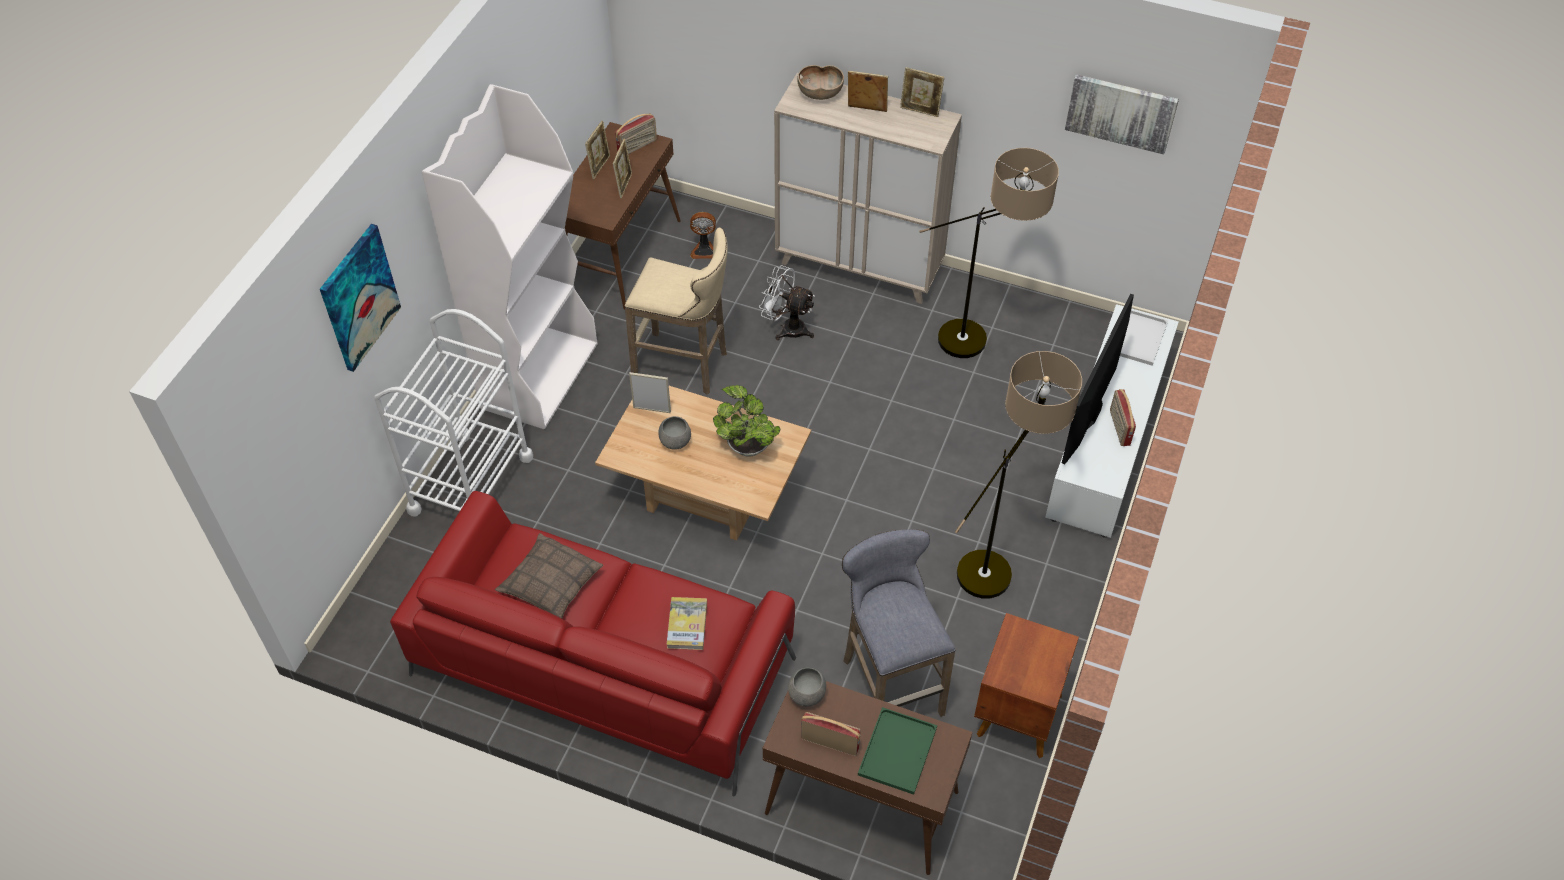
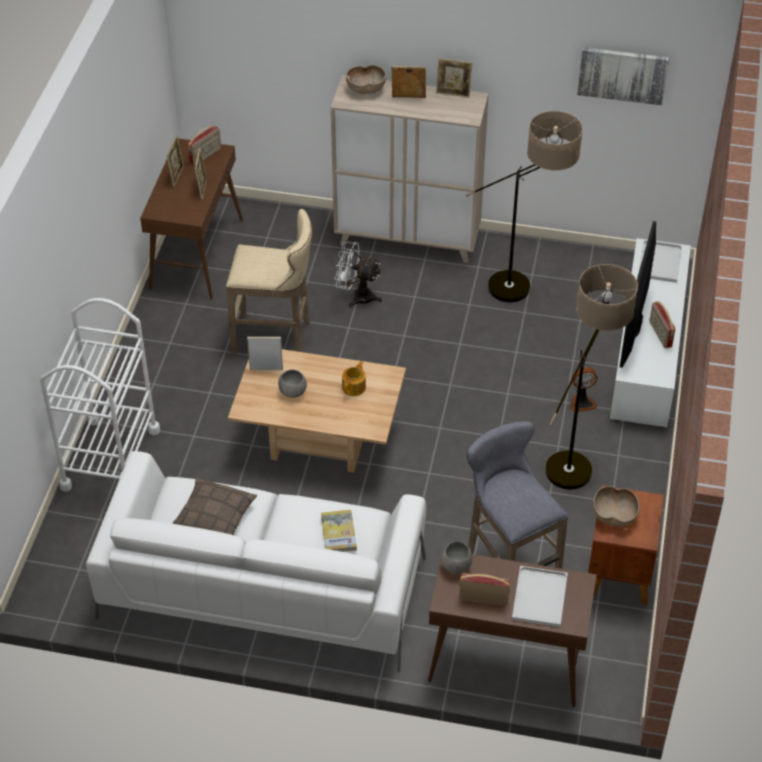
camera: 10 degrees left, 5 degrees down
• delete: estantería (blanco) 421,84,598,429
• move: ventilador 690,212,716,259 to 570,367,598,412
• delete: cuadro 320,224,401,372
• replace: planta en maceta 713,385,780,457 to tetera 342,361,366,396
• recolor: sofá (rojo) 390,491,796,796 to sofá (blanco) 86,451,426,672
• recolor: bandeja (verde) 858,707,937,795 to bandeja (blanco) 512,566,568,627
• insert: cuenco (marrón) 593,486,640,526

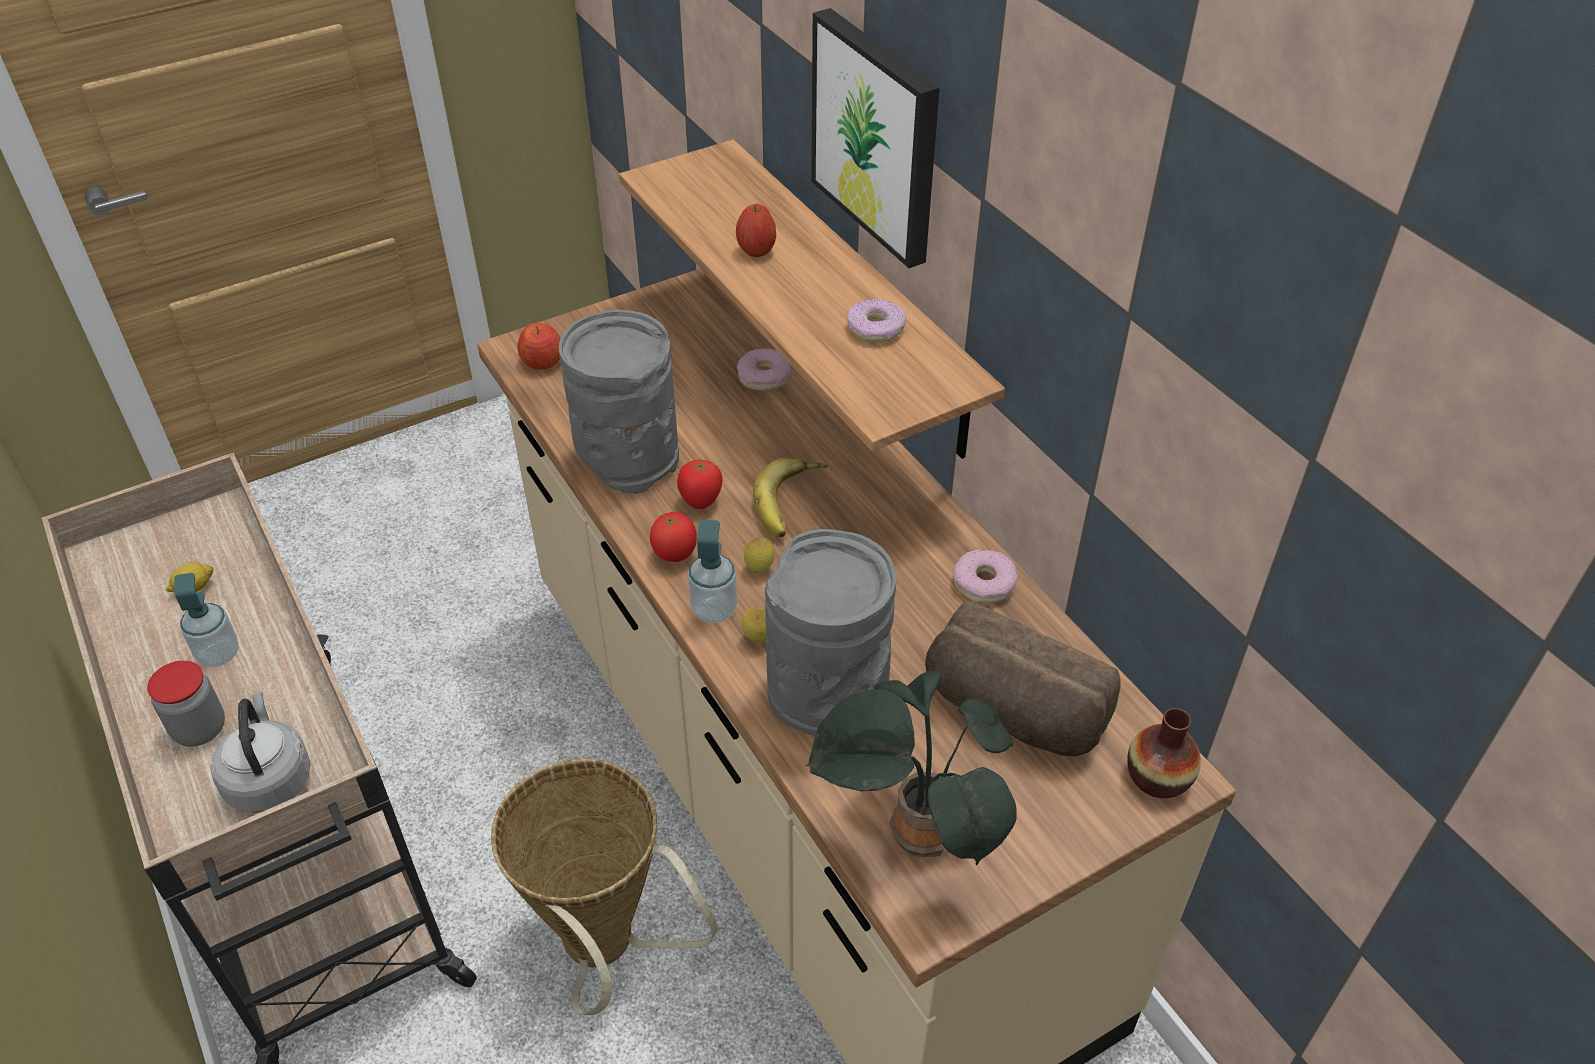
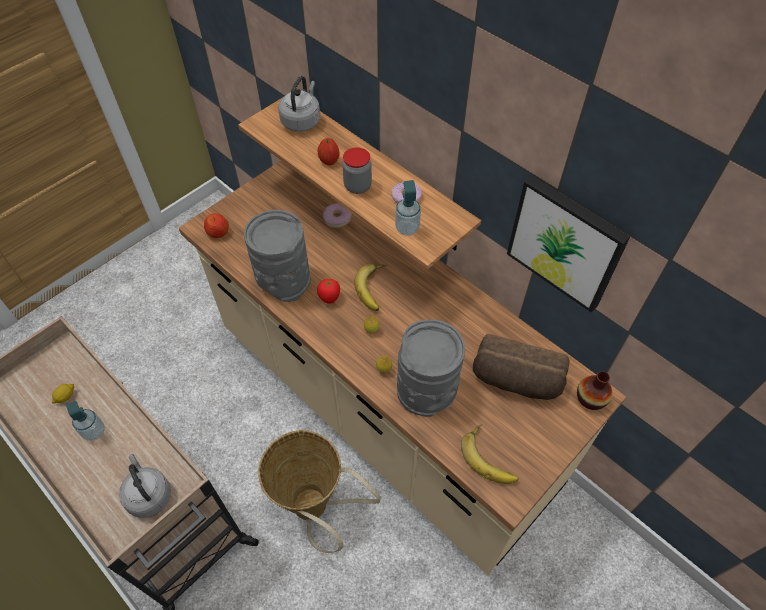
camera: 15 degrees left, 10 degrees up
• move: cuadro 811,8,940,268 to 507,176,630,312
• delete: tomate 650,512,697,562
• move: dispensador de jabón 688,520,738,623 to 395,180,421,235
• delete: rosquilla 954,550,1018,604
• move: tarro 147,661,225,746 to 342,147,372,194
• replace: planta en maceta 805,671,1017,865 to plátano 461,424,519,484
• insert: hervidor (gris) 278,76,320,132

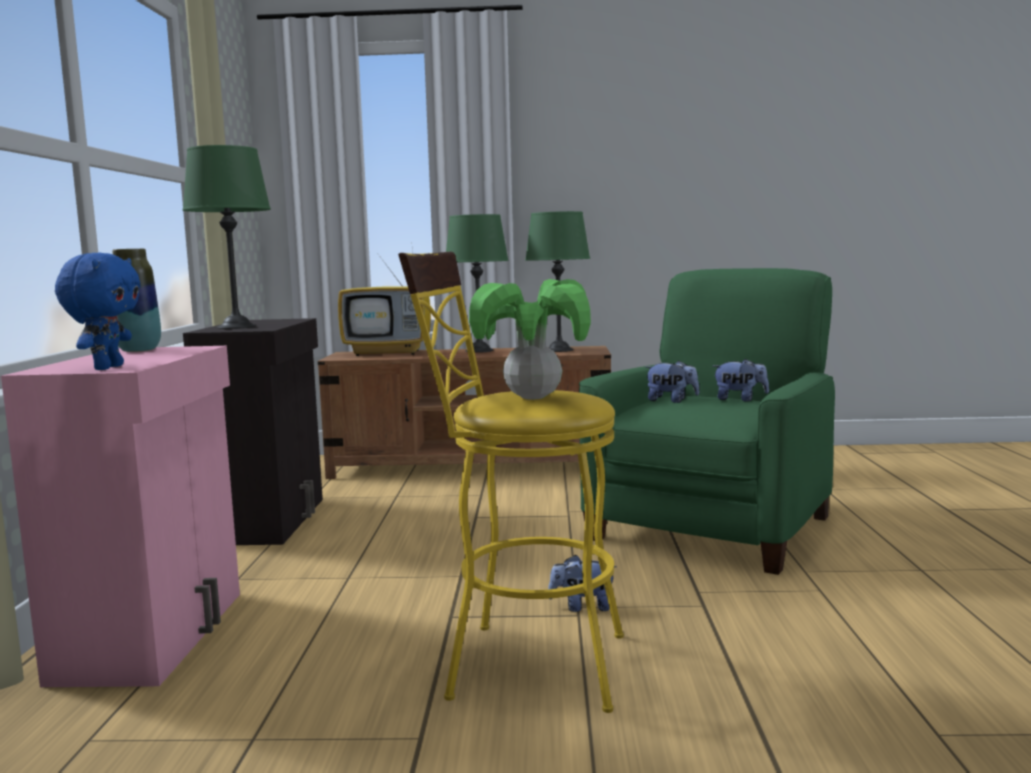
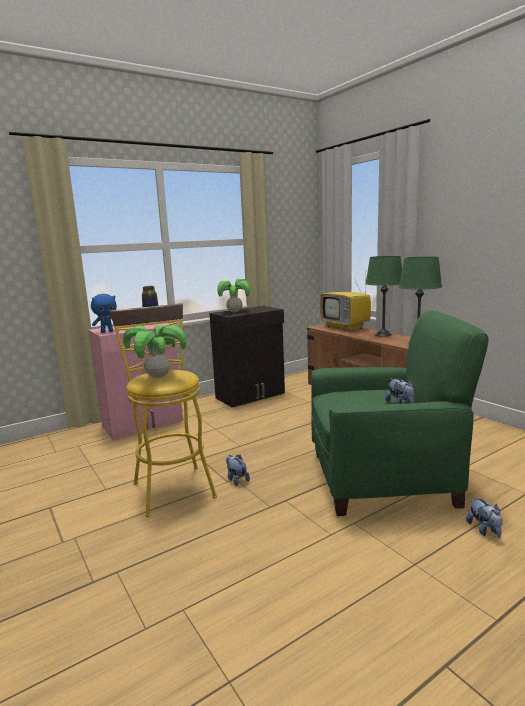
camera: 55 degrees right, 5 degrees up
• replace: lámpara de mesa (verde) 183,145,271,329 to planta en maceta 217,279,250,312
• move: peluche 645,360,700,403 to 466,496,503,538

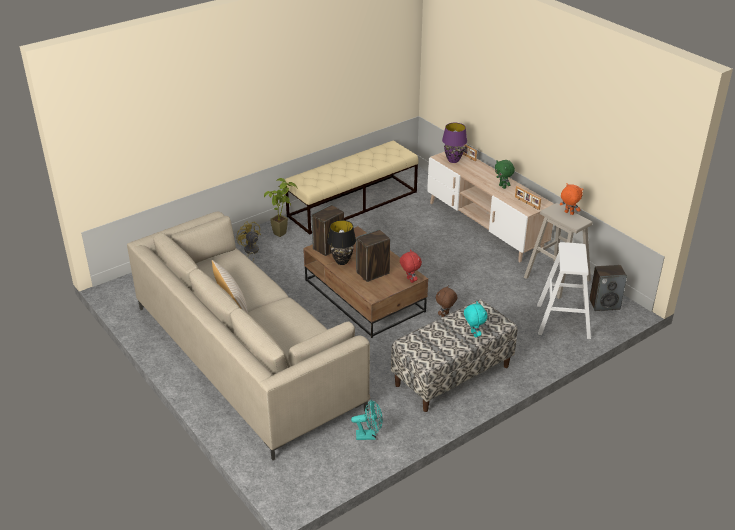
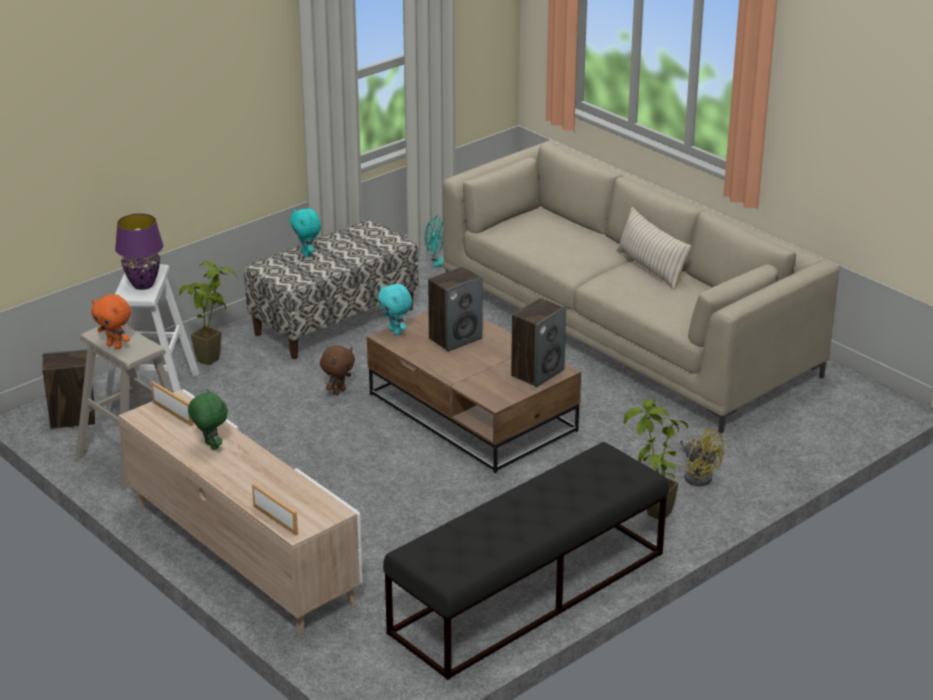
camera: 175 degrees right, 5 degrees down
• move: lámpara de mesa (morado) 442,123,467,163 to 115,213,163,290
• recolor: banco (beis) 285,141,418,235 to banco (negro) 383,442,669,680
• delete: lámpara de mesa (negro) 327,220,356,265
• recolor: peluche (rojo) 400,249,422,283 to peluche (turquesa) 378,284,413,335
• insert: planta en maceta 179,261,238,366

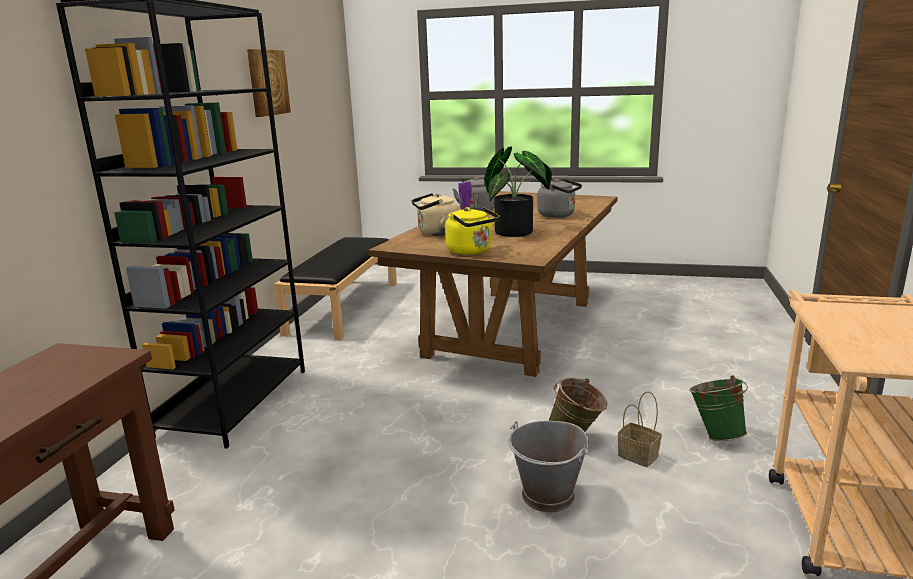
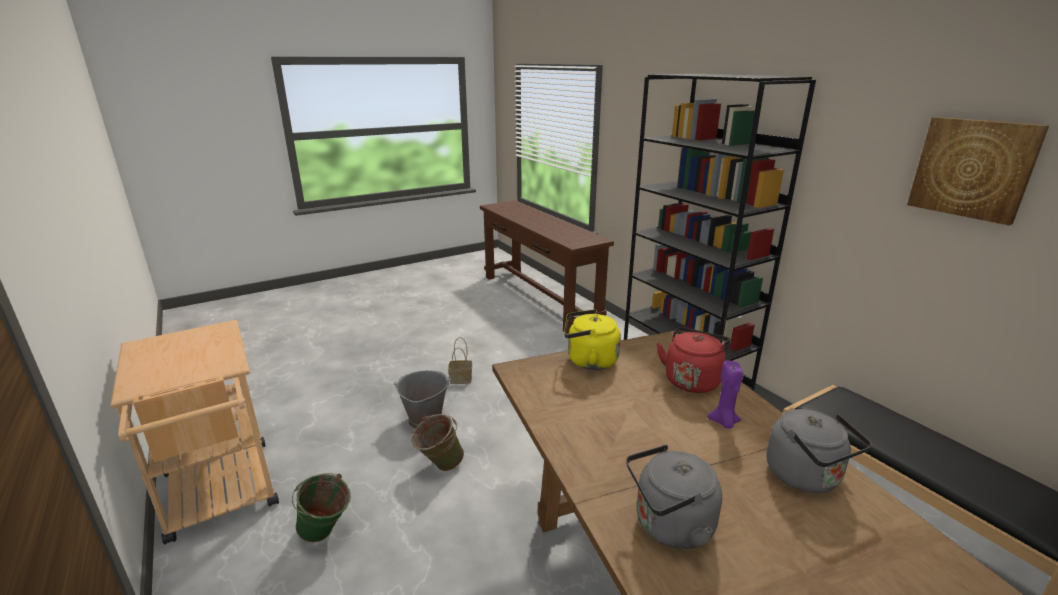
camera: 135 degrees right, 5 degrees up
• delete: planta en maceta 484,146,552,237
• recolor: hervidor (beis) 411,193,458,236 to hervidor (rojo) 657,327,730,393
• move: cesta 618,391,662,467 to 448,337,472,384

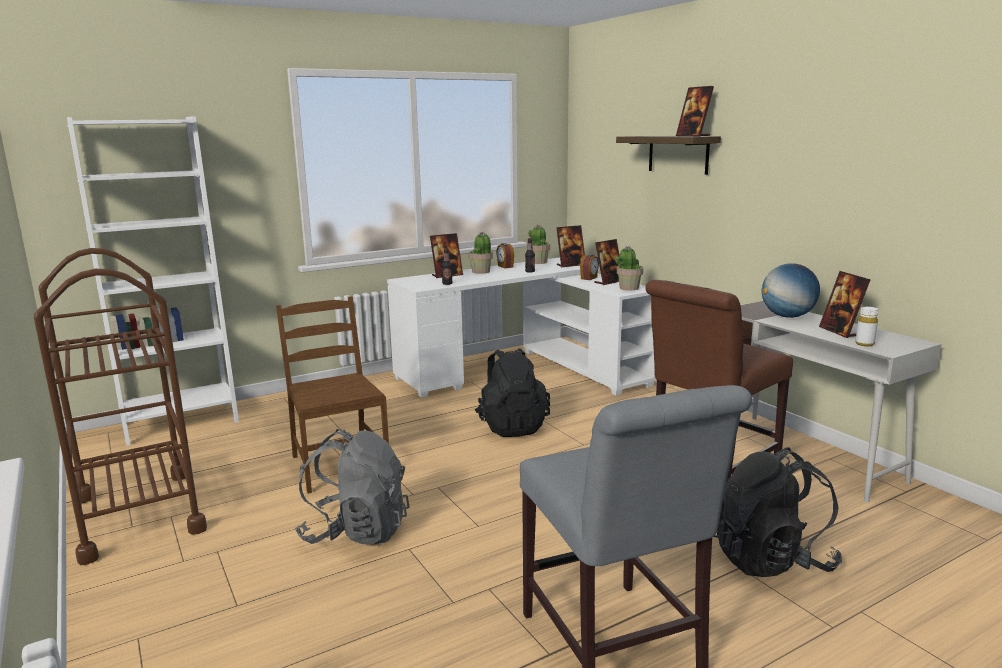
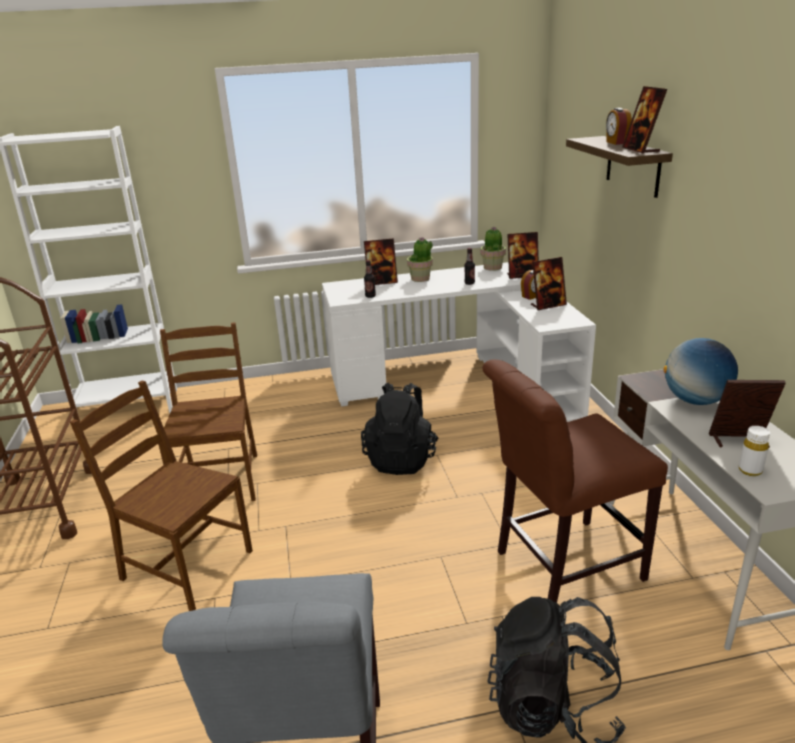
camera: 20 degrees right, 10 degrees up
• move: despertador 496,243,514,268 to 606,108,632,145
• delete: planta en maceta 615,246,643,290
• rotate: portarretratos 819,271,871,338 = 709,380,786,448 90 degrees clockwise
• replace: mochila (gris) 295,429,409,545 to silla (marrón) 70,380,253,611

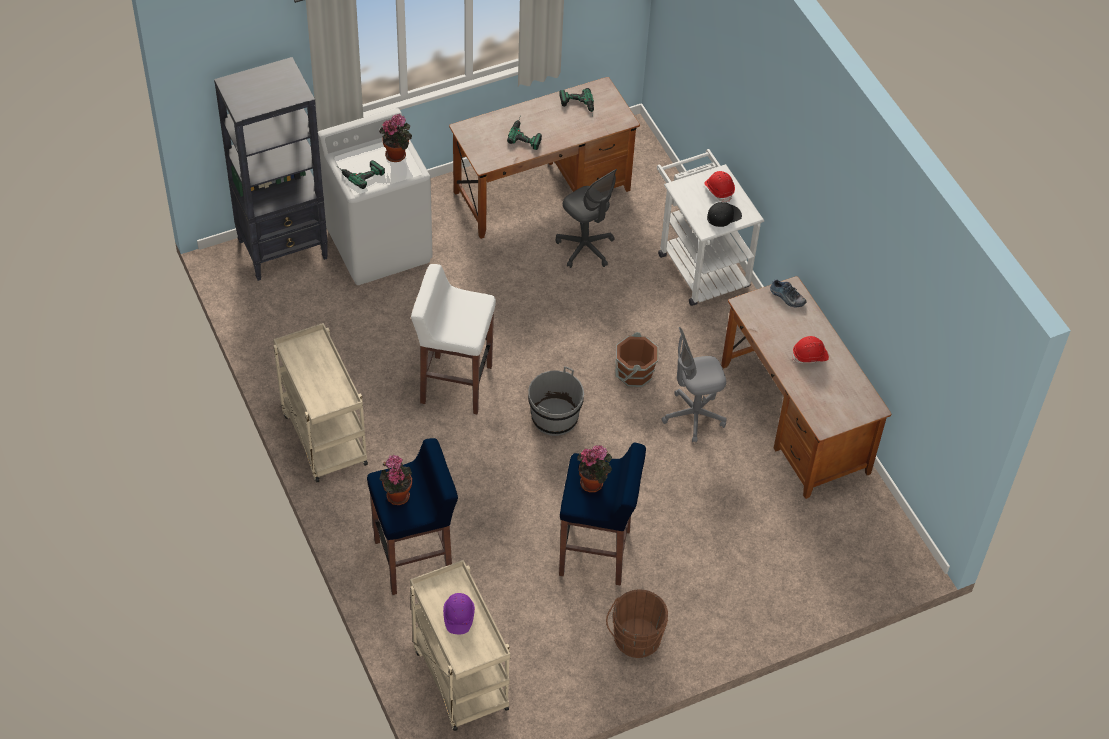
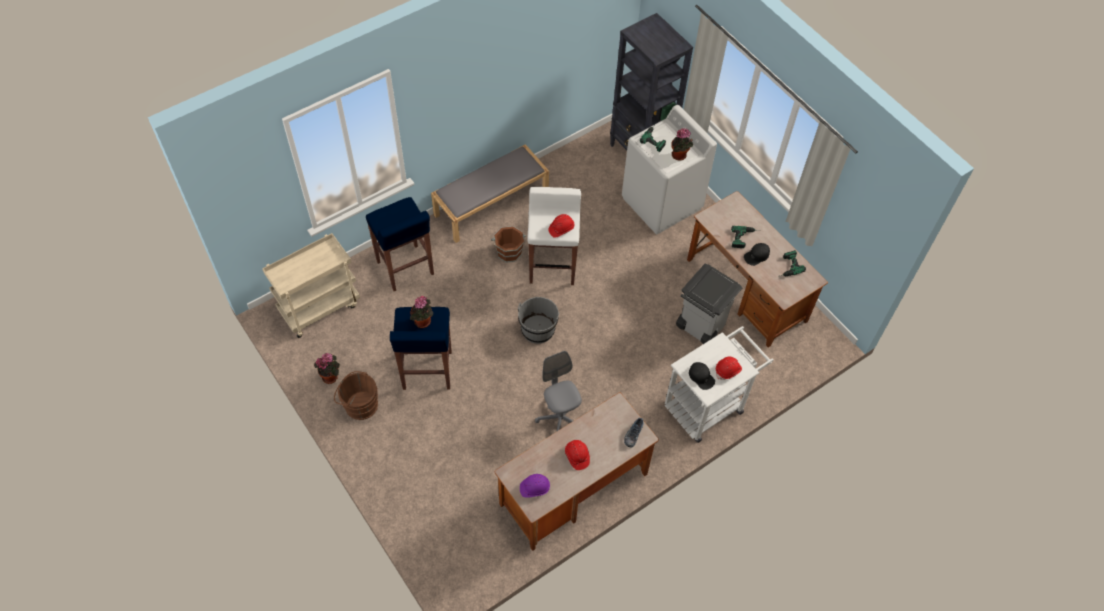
camera: 80 degrees right, 5 degrees up
• replace: silla de oficina (gris) 555,169,617,268 to papelera (gris) 676,264,743,344
• replace: carrito (beis) 273,323,368,483 to banco (gris) 431,144,549,243
• move: cubo (marrón) 615,332,658,387 to 491,226,526,263
• move: planta en maceta 380,454,412,505 to 314,353,340,384
• move: casco (morado) 443,593,475,634 to 520,474,550,498
• insert: casco (rojo) 548,214,574,238
• insert: gorra (negro) 744,243,770,266

